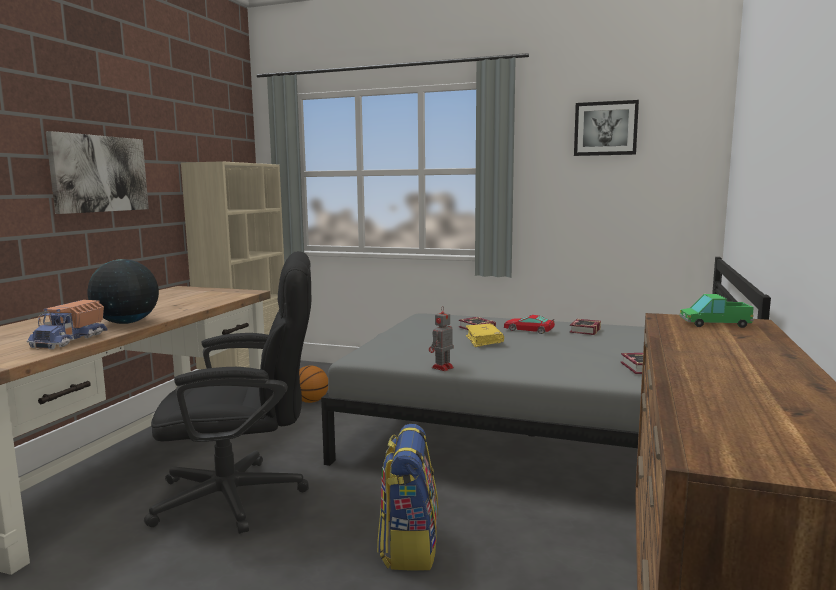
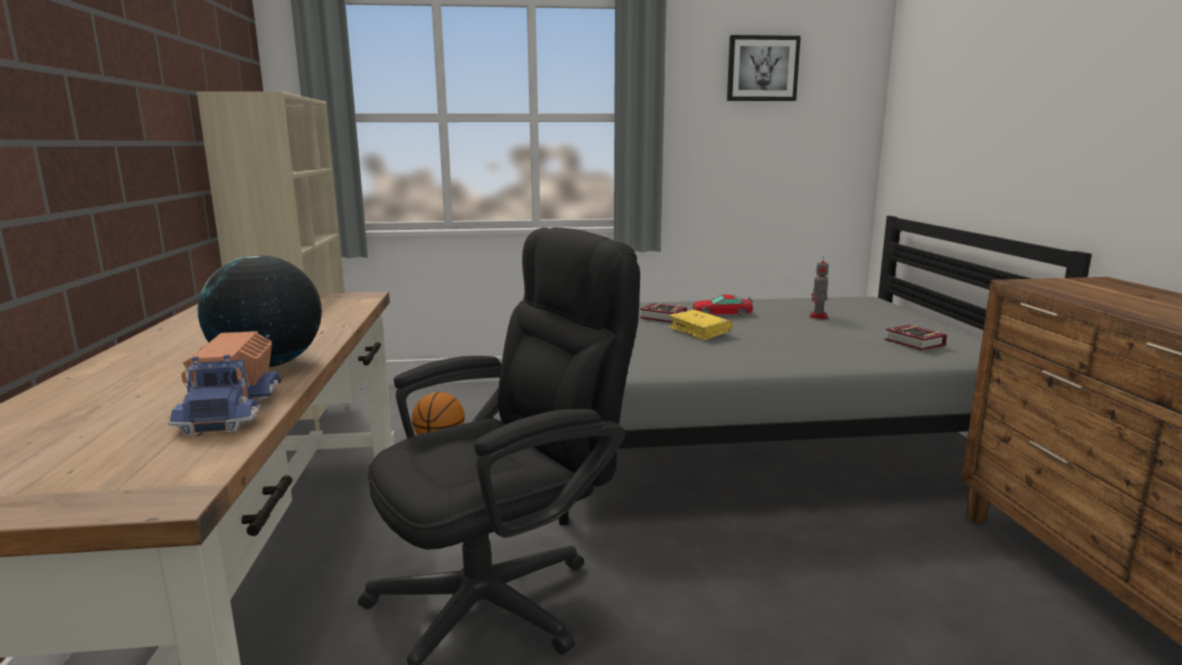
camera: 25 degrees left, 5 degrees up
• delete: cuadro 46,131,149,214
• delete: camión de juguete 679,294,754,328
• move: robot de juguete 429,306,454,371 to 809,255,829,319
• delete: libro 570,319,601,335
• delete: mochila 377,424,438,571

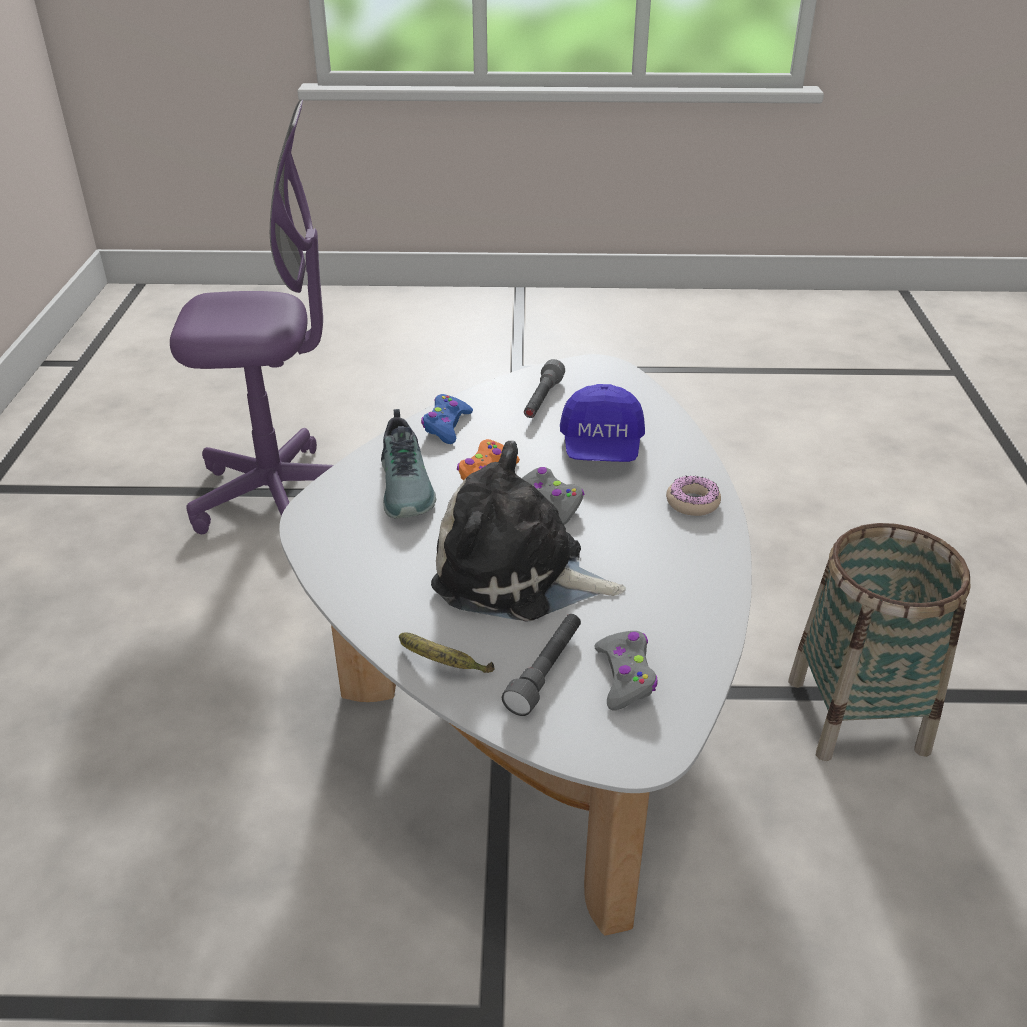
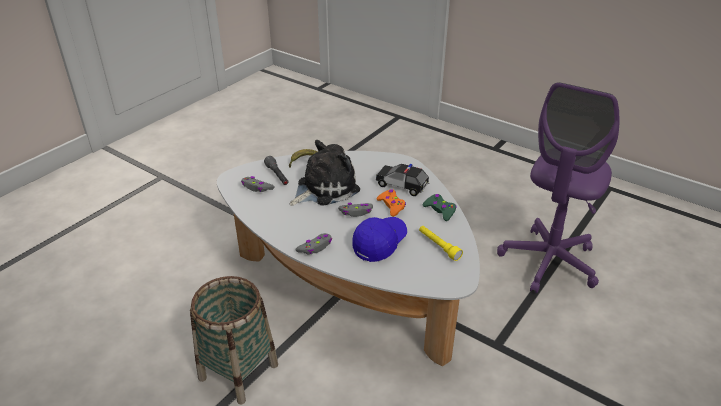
camera: 125 degrees right, 0 degrees up
• recolor: linterna (gris) 524,359,565,418 to linterna (amarillo) 419,226,463,261
• rotate: gorra (azul) 560,384,645,462 = 353,217,407,262 90 degrees clockwise
• recolor: mando de consola (azul) 421,394,473,444 to mando de consola (verde) 422,194,457,221
• replace: zapato 381,409,436,518 to coche de juguete 376,164,429,196
• replace: rosquilla 666,475,721,516 to mando de consola (gris) 295,233,332,255

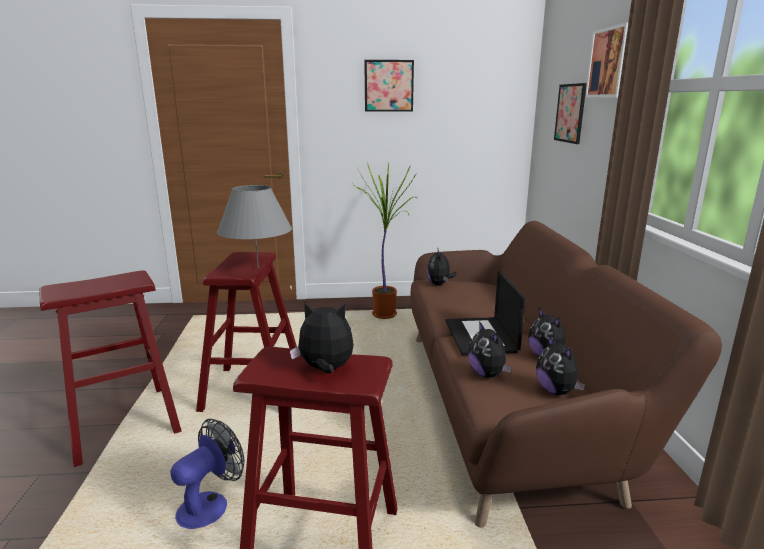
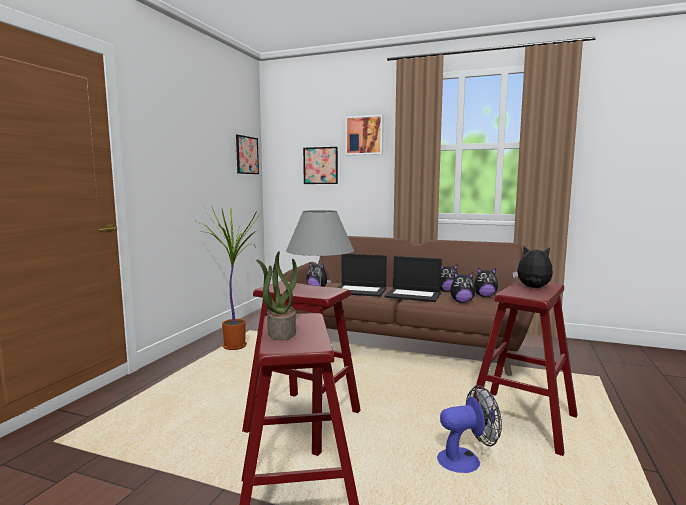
camera: 65 degrees left, 10 degrees down
• move: cuadro 364,60,414,112 to 236,135,259,174
• rotate: peluche 290,302,354,374 = 512,246,553,288 90 degrees clockwise
• rotate: ventilador 170,419,245,529 = 437,385,502,473 105 degrees clockwise
• insert: planta en maceta 256,251,297,340
• insert: portátil 337,254,387,297

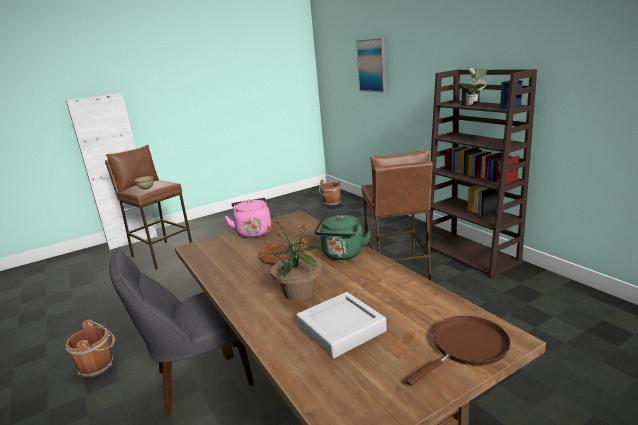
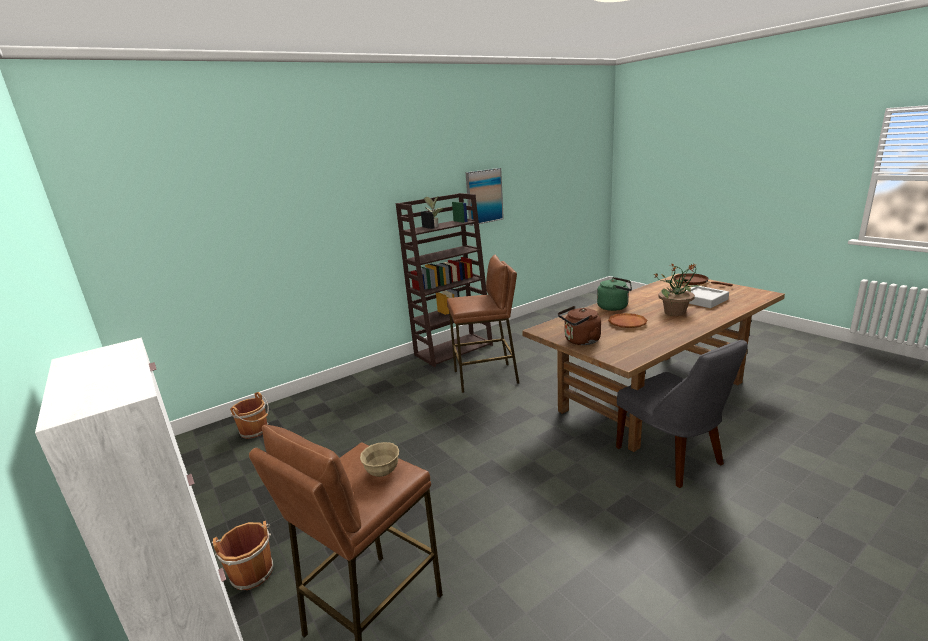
camera: 95 degrees left, 0 degrees up
• move: cuadro 356,38,386,93 to 466,168,504,226
• recolor: hervidor (rosa) 224,198,271,238 to hervidor (marrón) 558,306,601,345
• move: cubo (marrón) 65,320,115,378 to 212,521,273,590

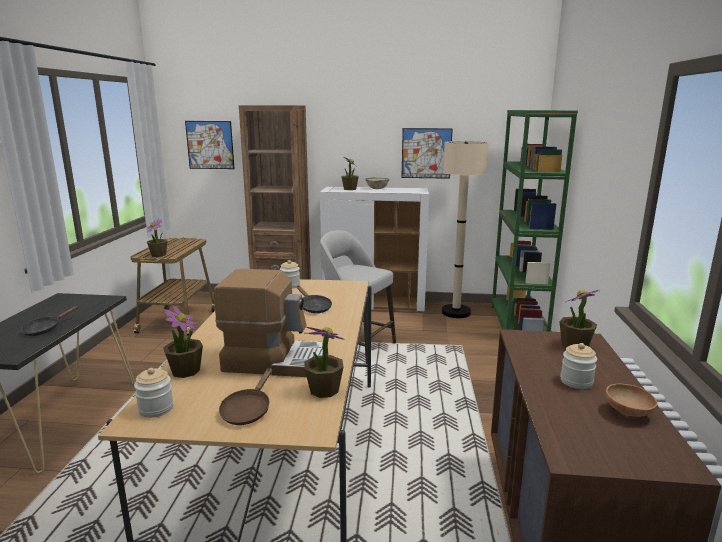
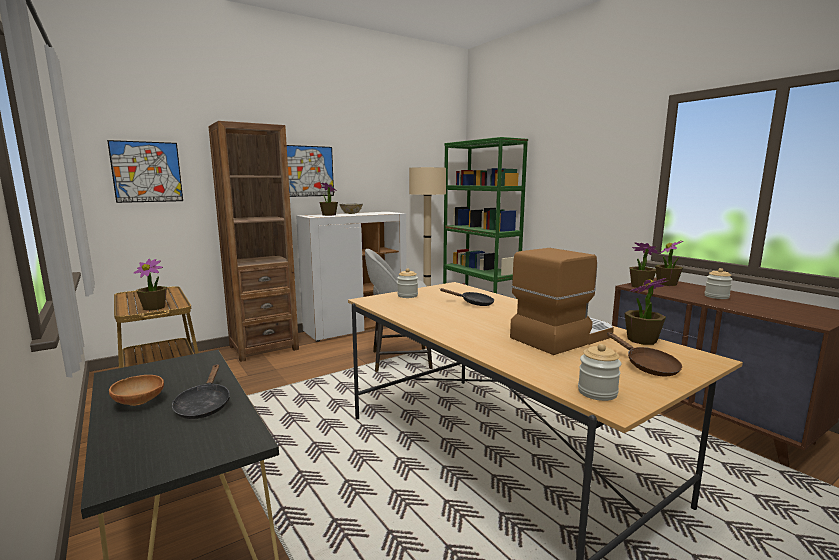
camera: 40 degrees left, 5 degrees down
• move: cuadro 401,128,453,179 to 287,145,334,197
• move: planta en maceta 163,305,203,378 to 629,242,659,288
• move: cuenco (marrón) 605,384,657,417 to 109,375,164,406

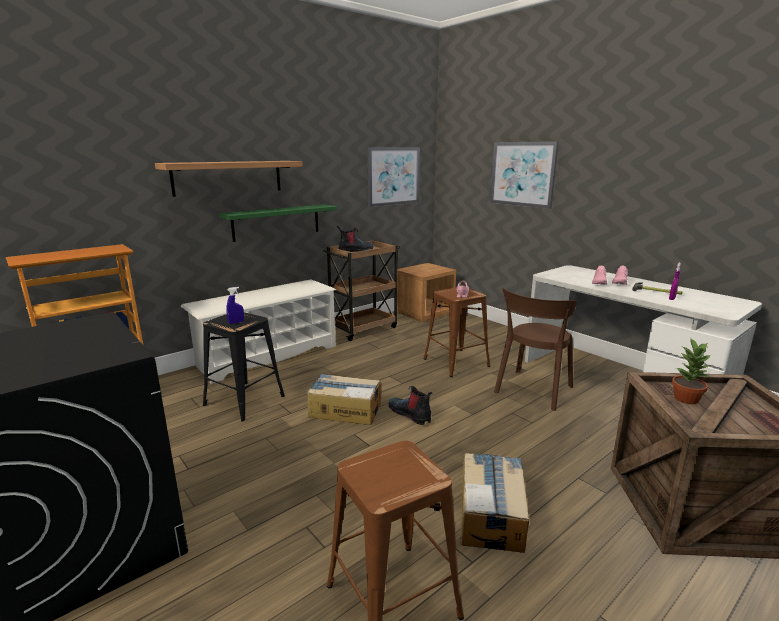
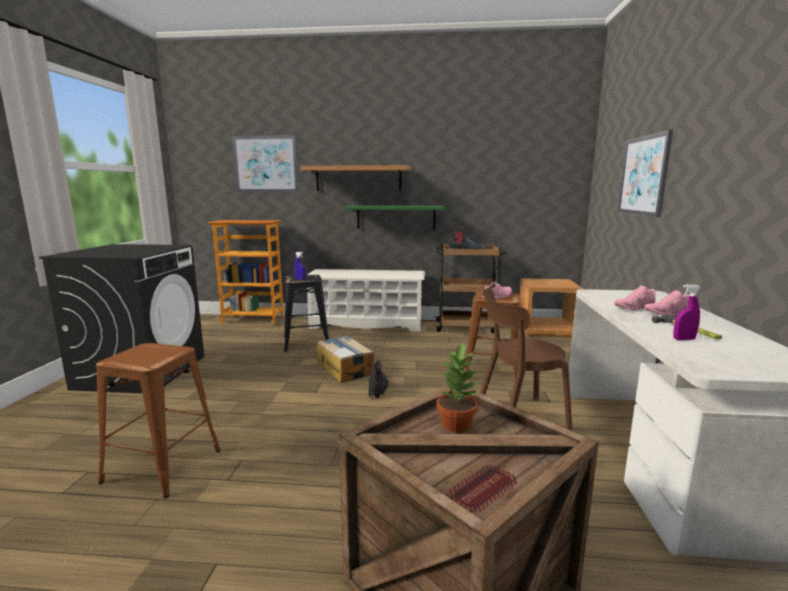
camera: 45 degrees right, 5 degrees down
• move: cuadro 368,147,420,207 to 232,135,299,192
• delete: caja de cartón 461,453,529,553

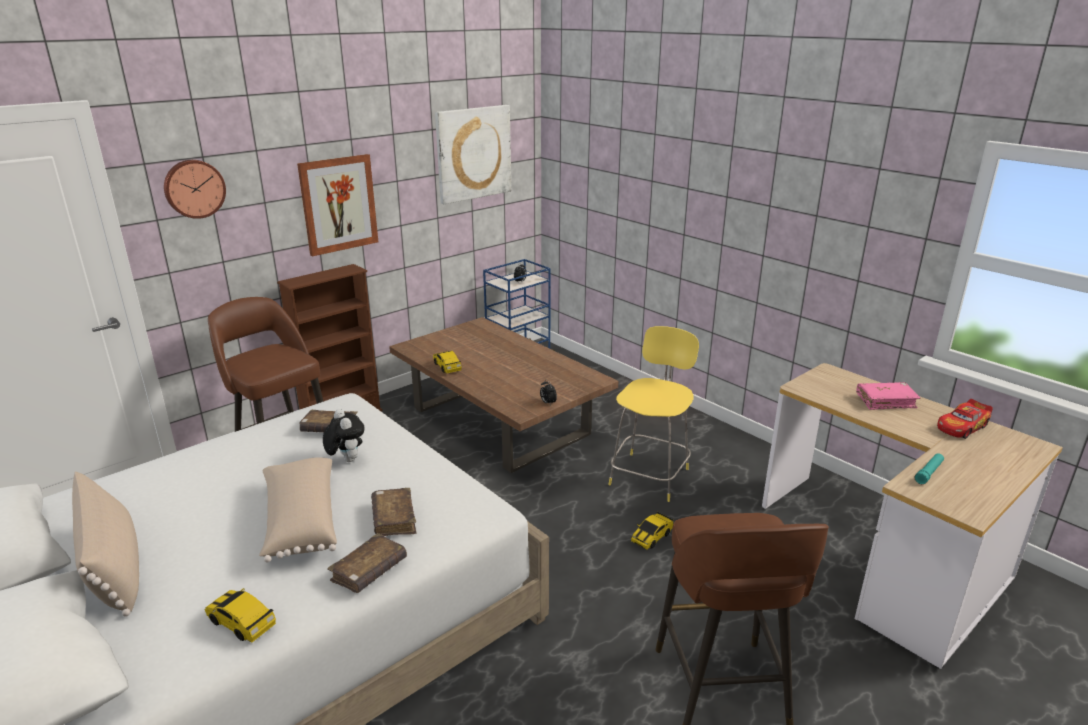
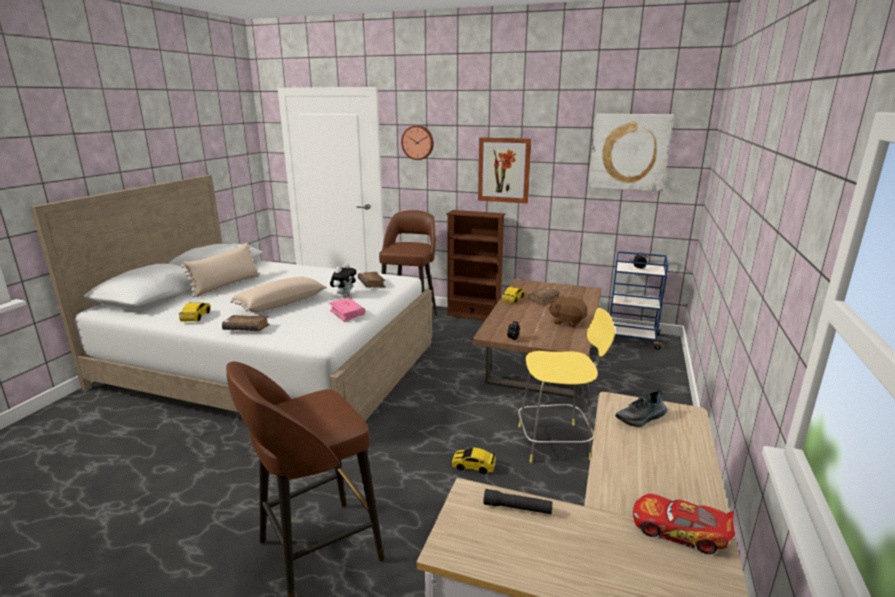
camera: 60 degrees right, 5 degrees down
• move: libro (rosa) 856,382,921,410 to 329,298,365,322
• recolor: linterna (turquesa) 915,453,944,484 to linterna (negro) 483,489,553,514
• move: libro (marrón) 371,488,416,536 to 528,287,561,306
• insert: peluche (marrón) 548,296,587,328
• insert: zapato 615,389,667,427

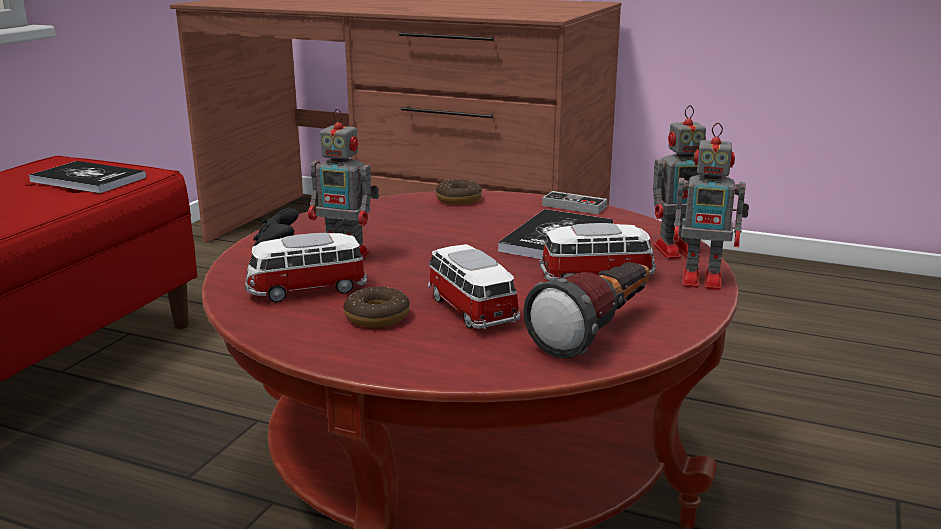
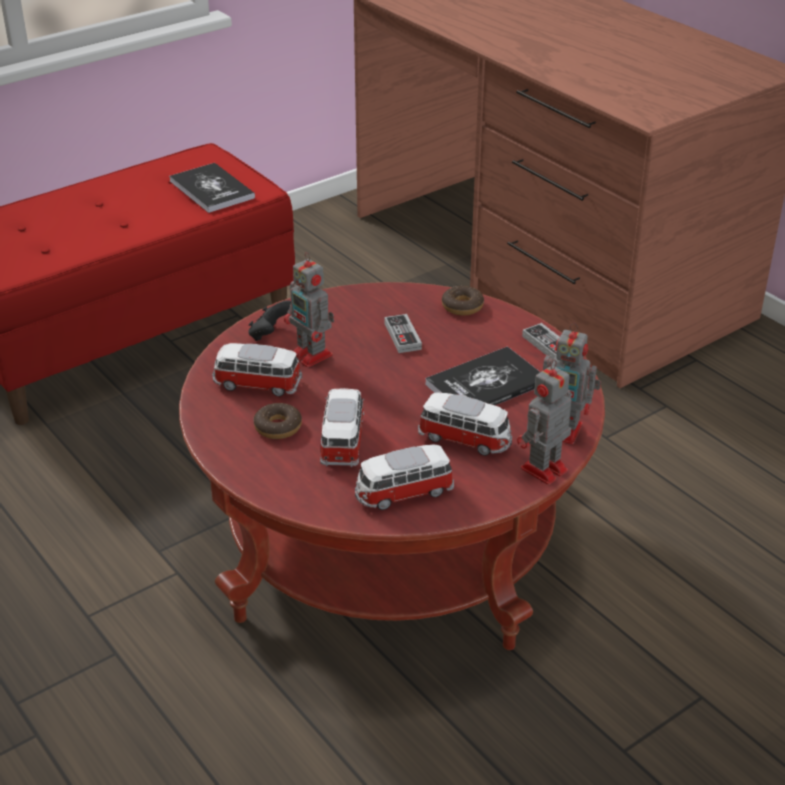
camera: 30 degrees right, 15 degrees up
• rotate: robot de juguete 673,123,749,290 = 517,359,571,485 90 degrees clockwise
• replace: linterna 523,262,649,359 to coche de juguete 355,444,454,510
• insert: mando de consola 385,314,422,353

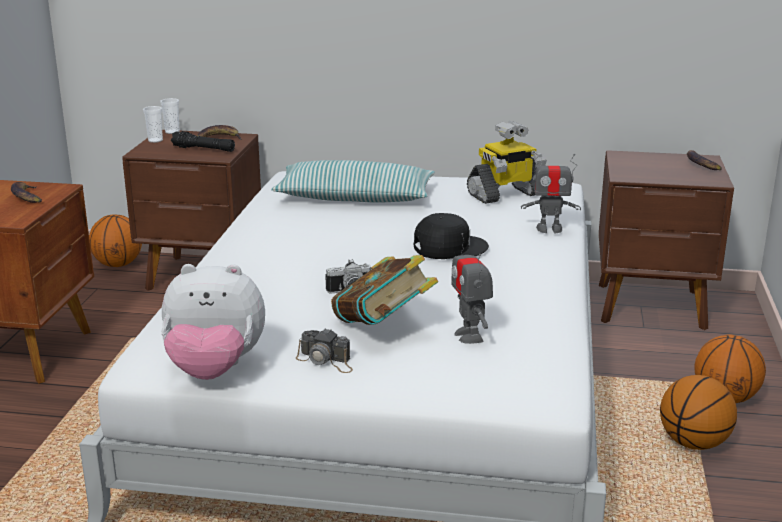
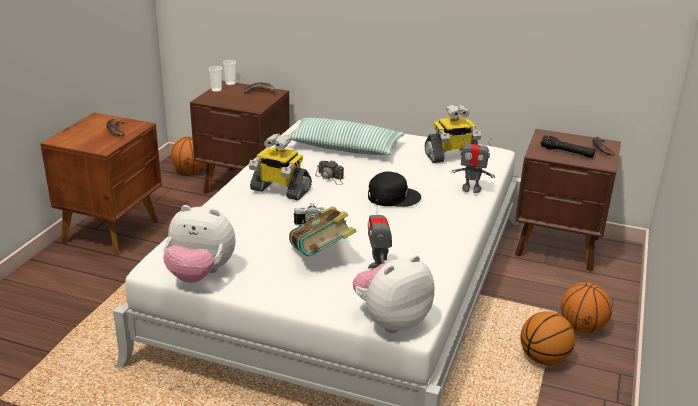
camera: 10 degrees right, 5 degrees up
• move: linterna (negro) 171,131,235,152 to 540,135,595,158
• move: cámara 296,328,353,373 to 315,160,344,185
• insert: robot de juguete 249,134,312,200
• insert: peluche 352,255,434,333

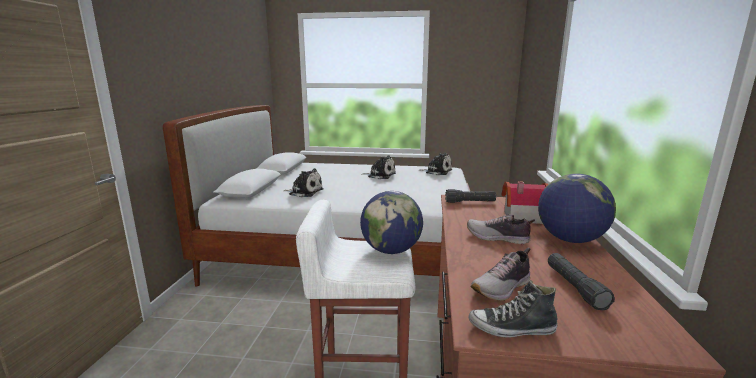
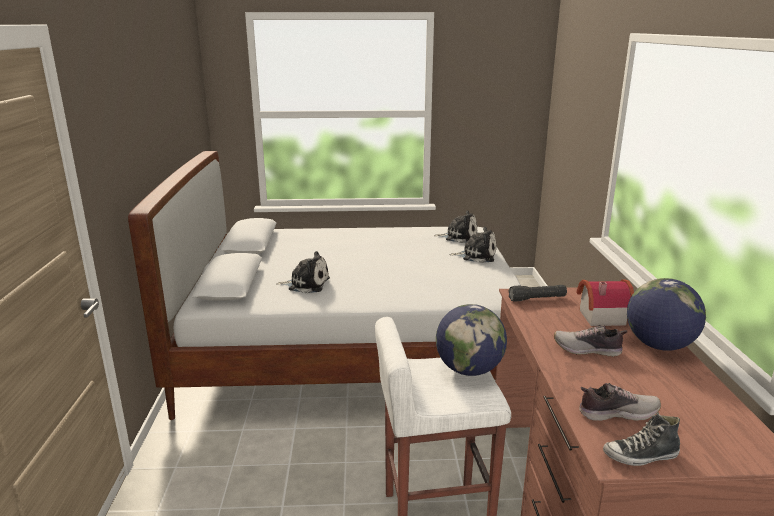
camera: 10 degrees left, 5 degrees up
• move: peluche 361,155,396,179 to 450,227,497,263
• rotate: zapato 471,248,531,301 = 579,383,661,421 135 degrees counterclockwise
• delete: linterna (negro) 548,253,615,310

